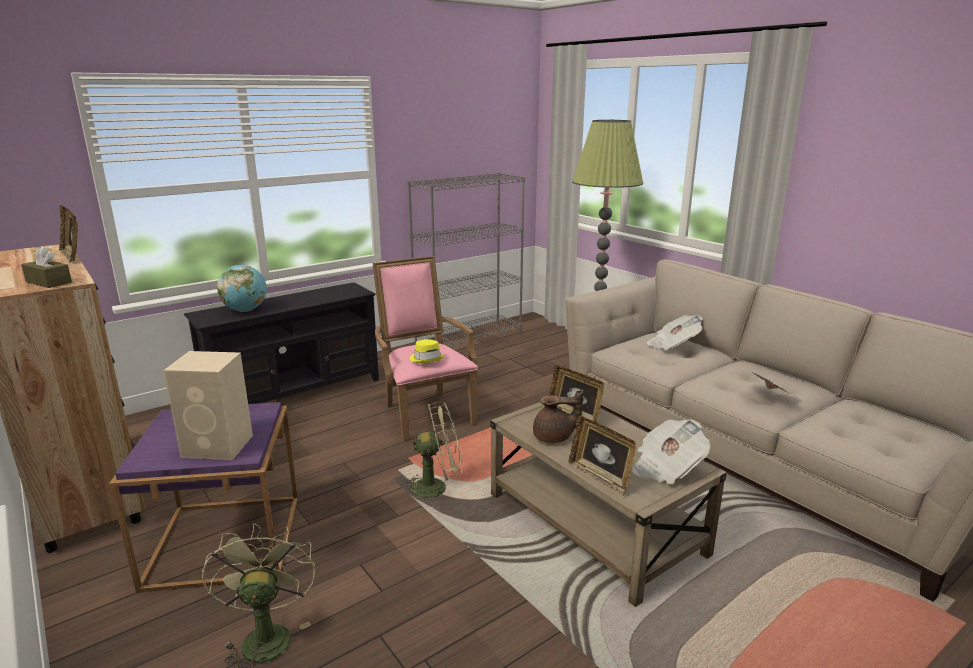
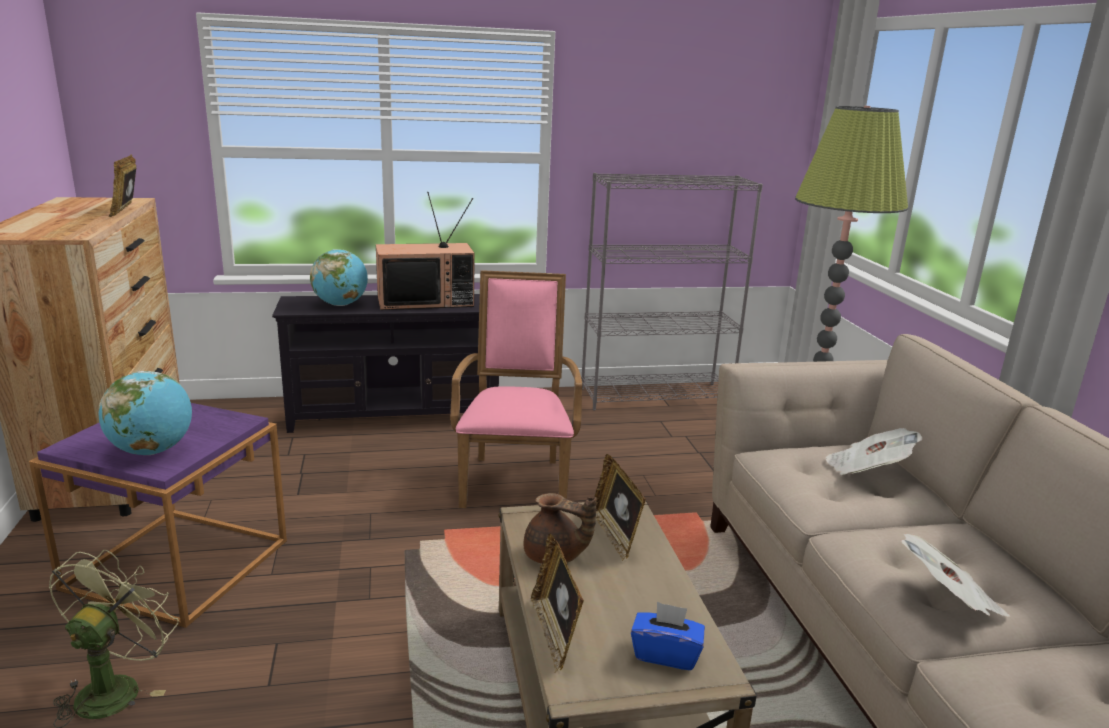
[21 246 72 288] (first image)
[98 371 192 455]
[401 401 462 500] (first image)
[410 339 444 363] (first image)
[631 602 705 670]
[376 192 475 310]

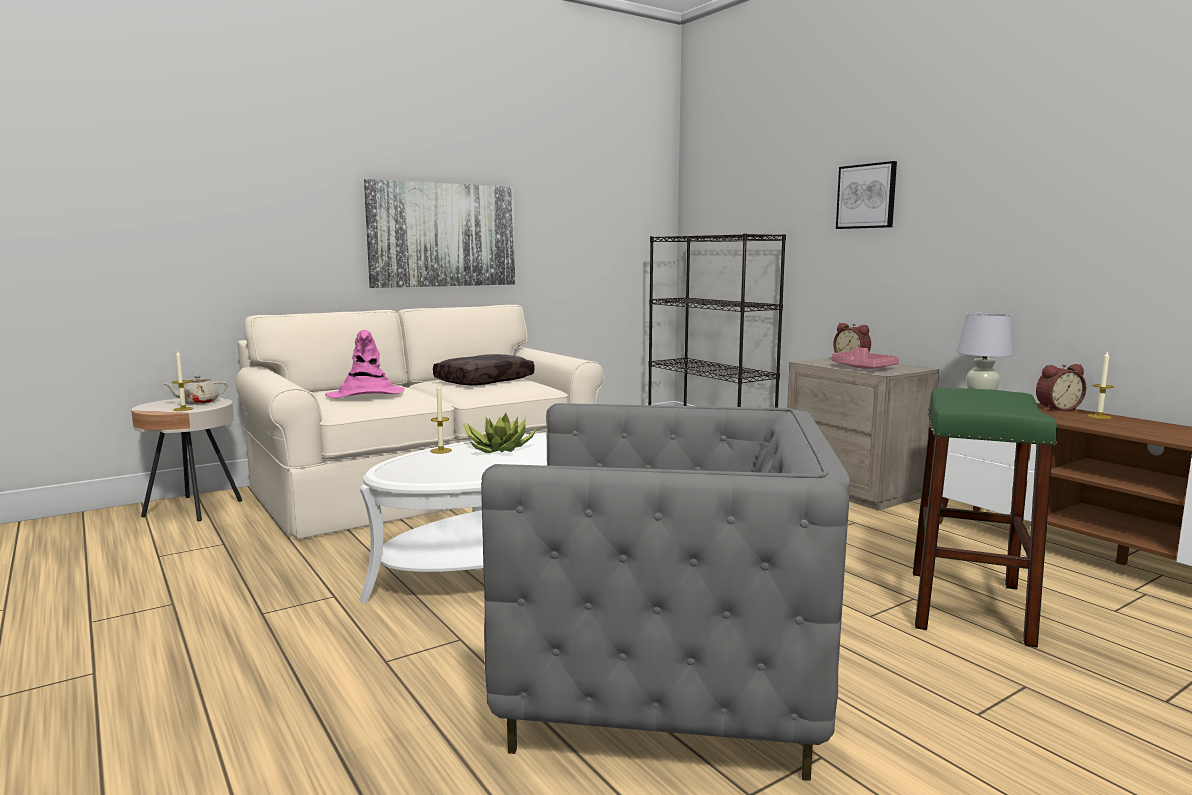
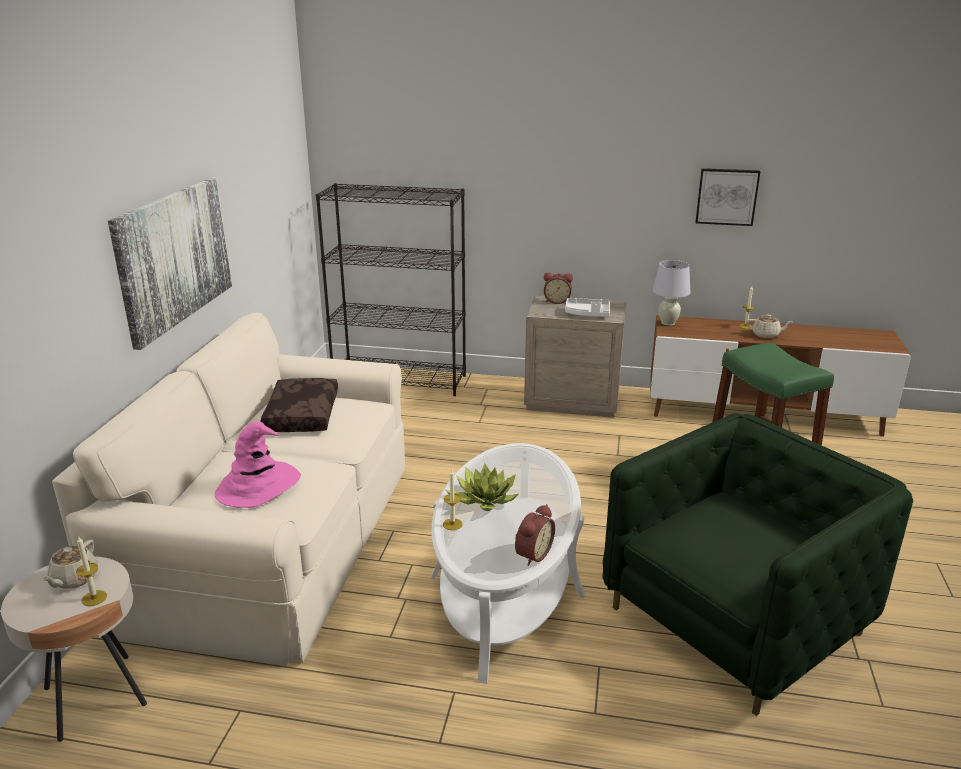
[602 413 913 716]
[565 298 610 317]
[695 168 760 226]
[515 504 555 566]
[746 314 793 338]

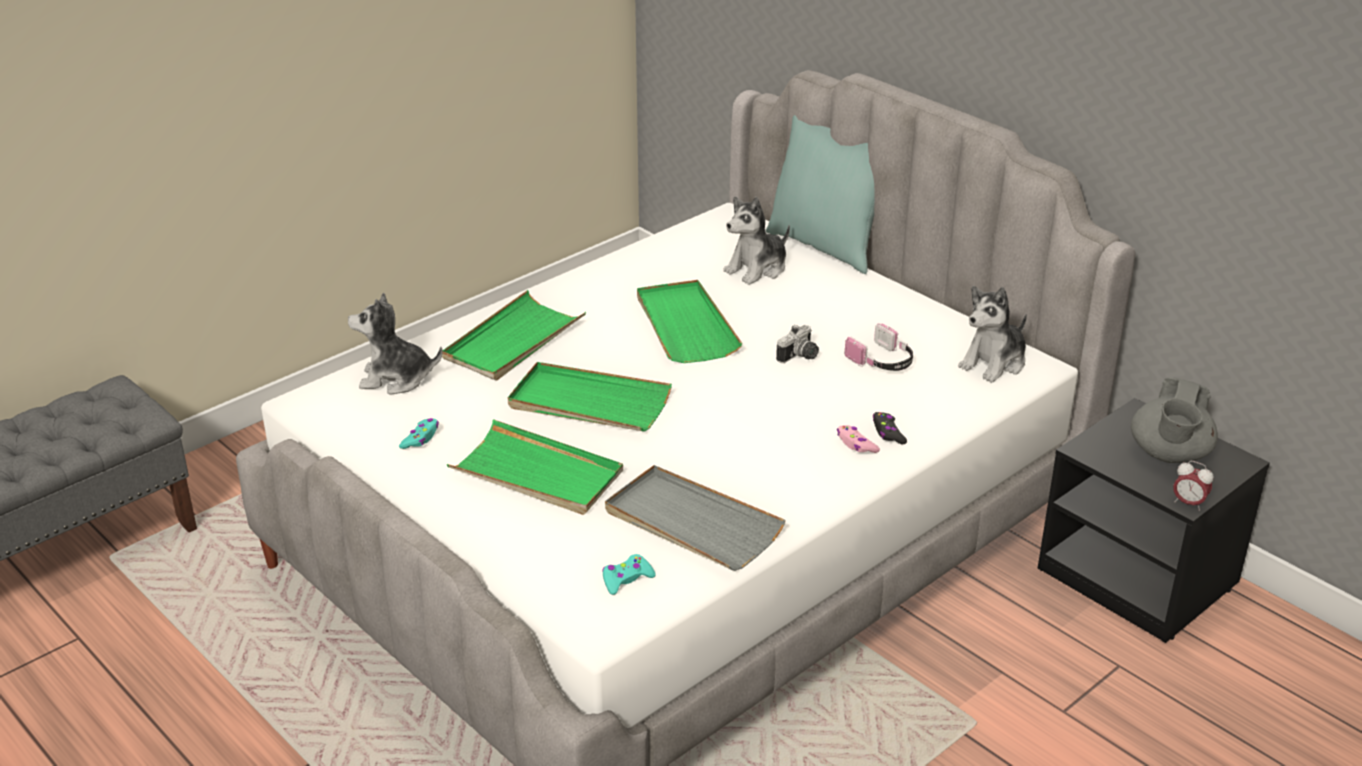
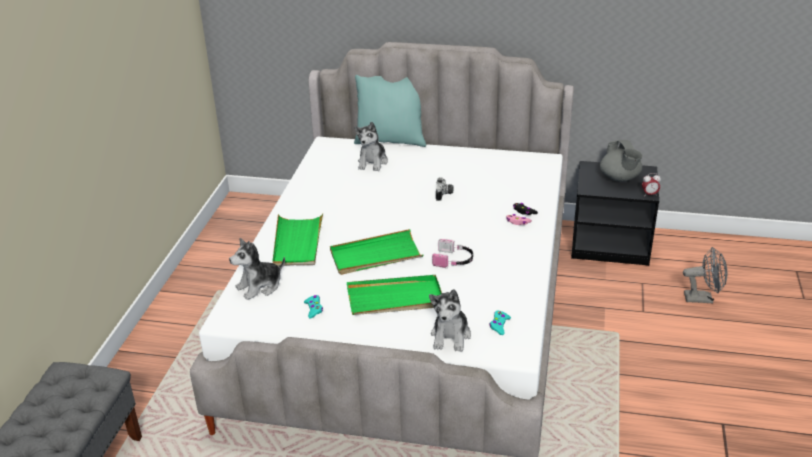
[605 465 786 571] (first image)
[637 280 743 363] (first image)
[432 239 473 268]
[429 289 471 352]
[683 247 728 303]

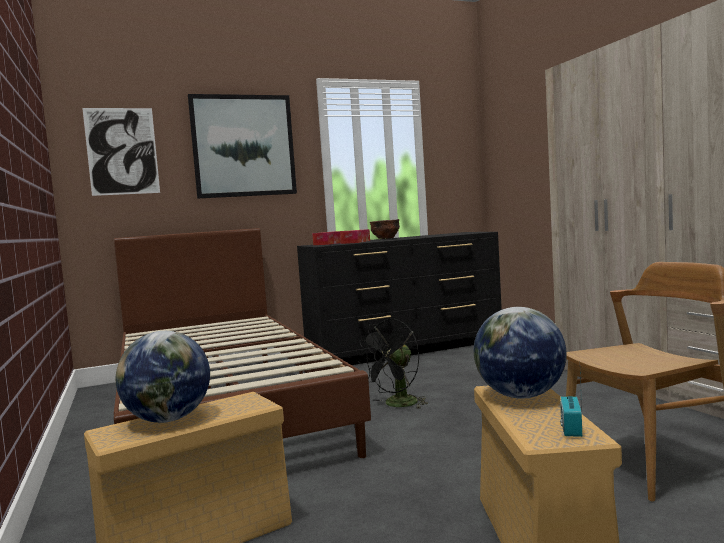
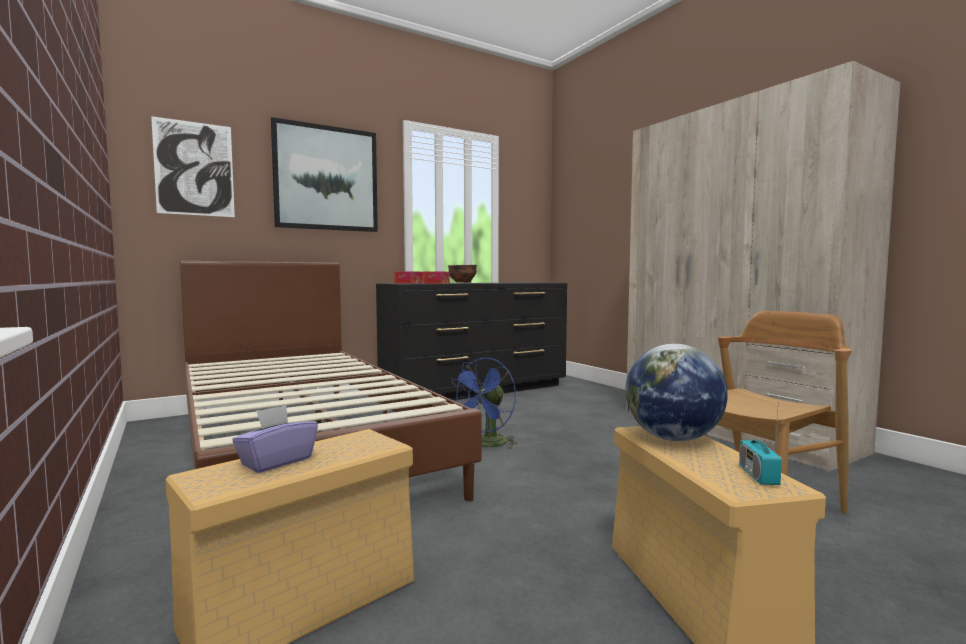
[232 405 318 473]
[452 358 518 449]

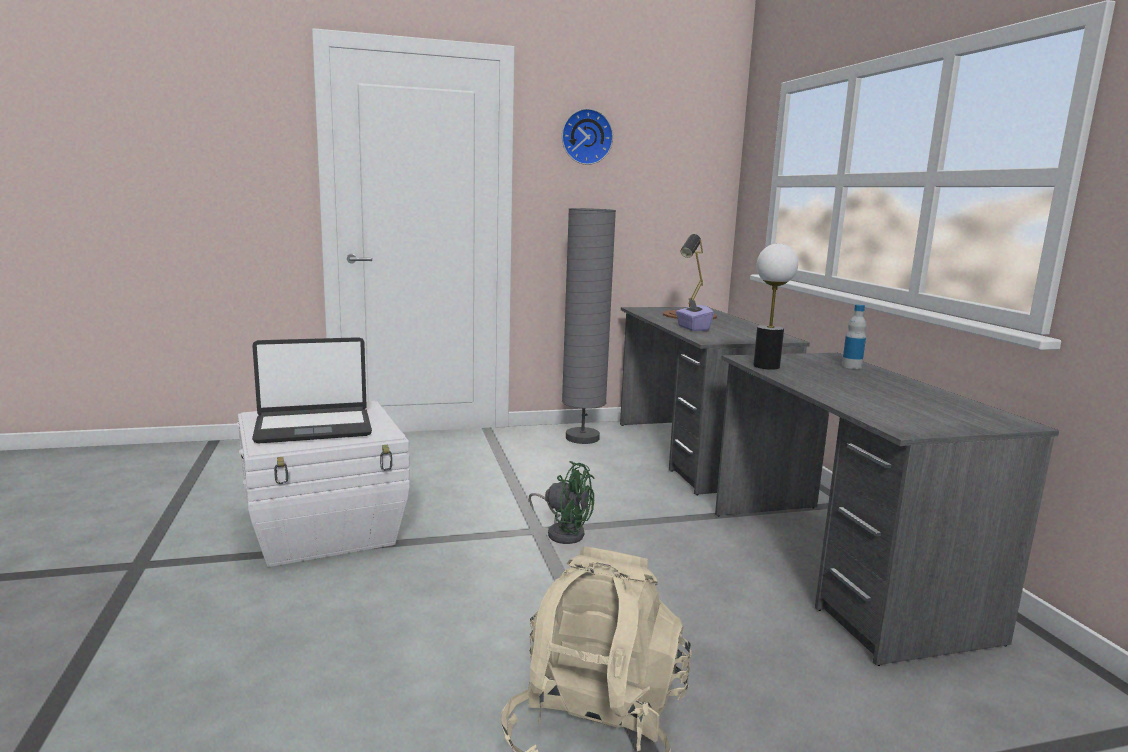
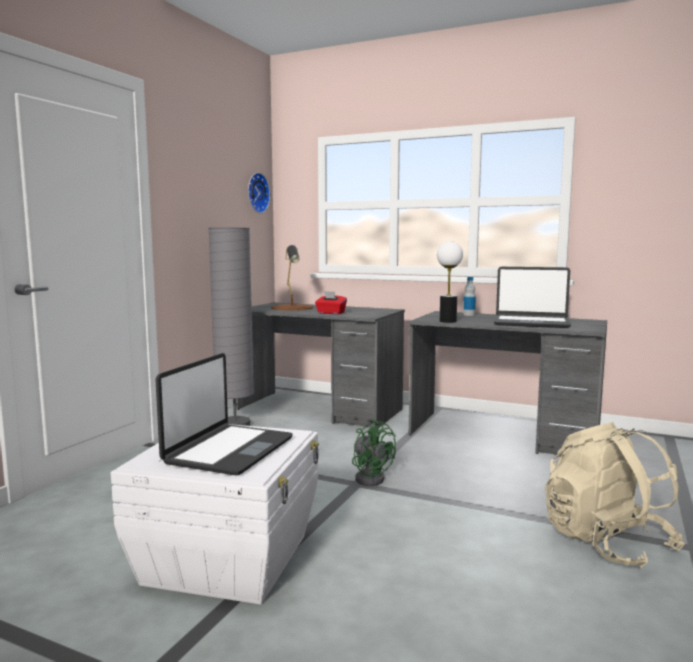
[352 419 396 486]
[248 173 270 213]
[315 291 347 314]
[494 267 571 328]

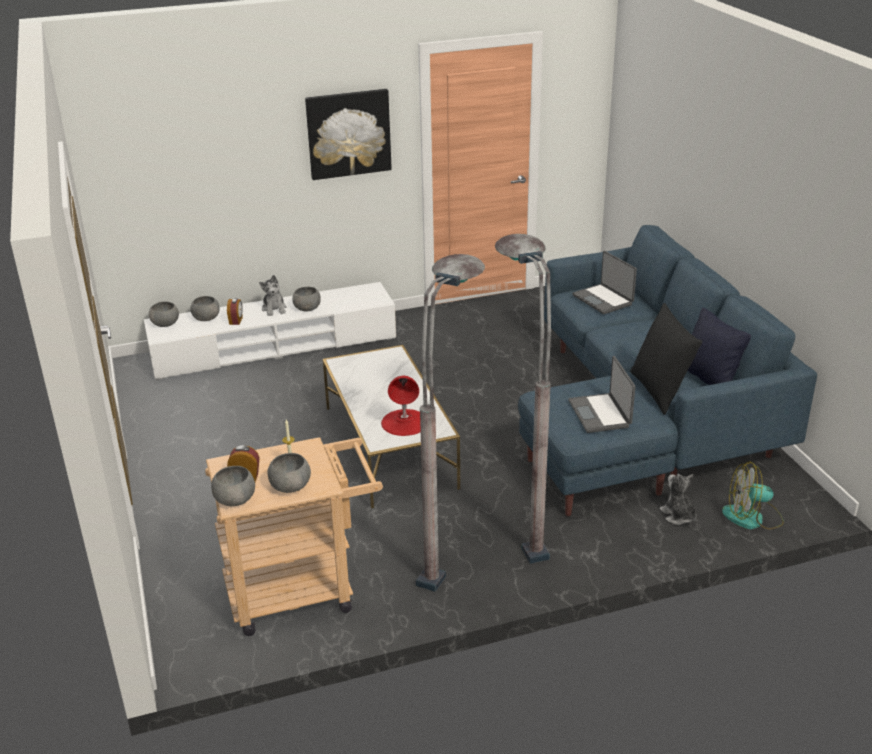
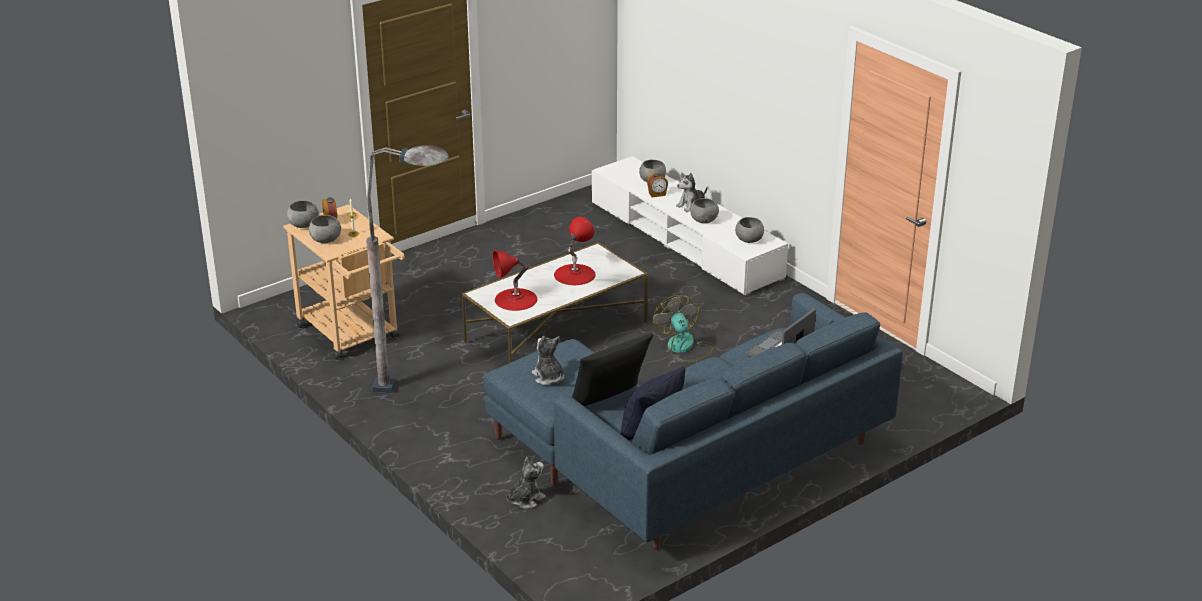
[735 217 764 243]
[305 89 392 180] (first image)
[495 234 551 564] (first image)
[532 336 564 386]
[653 295 713 362]
[554 217 596 285]

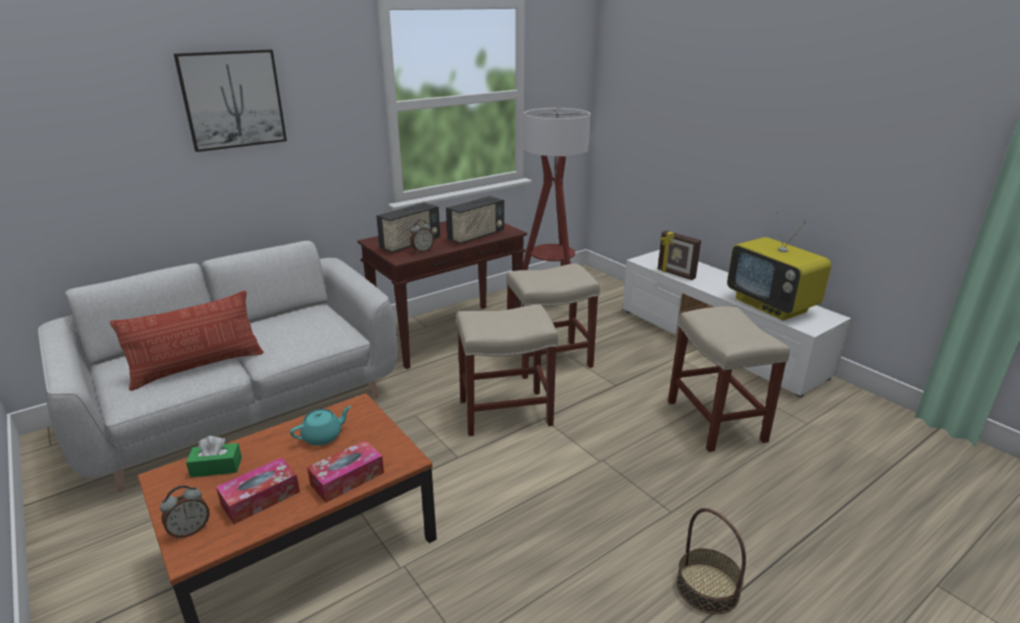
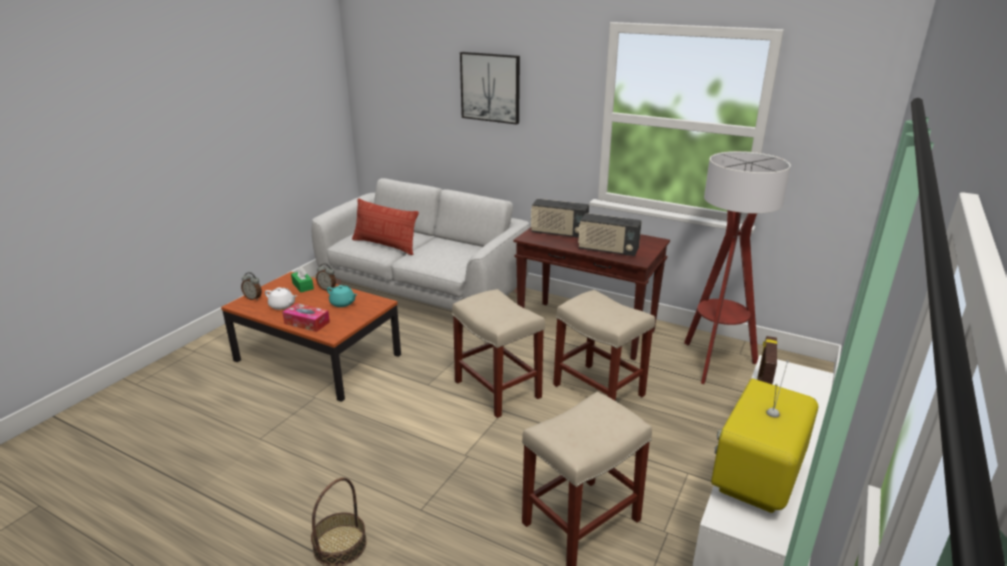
[265 287 297 310]
[316 263 336 291]

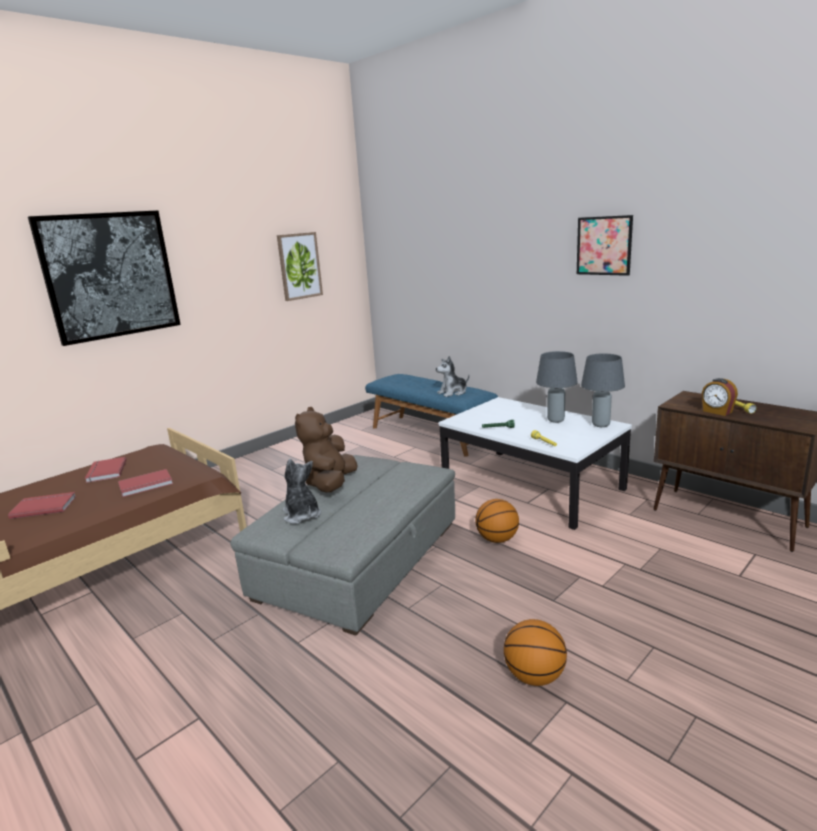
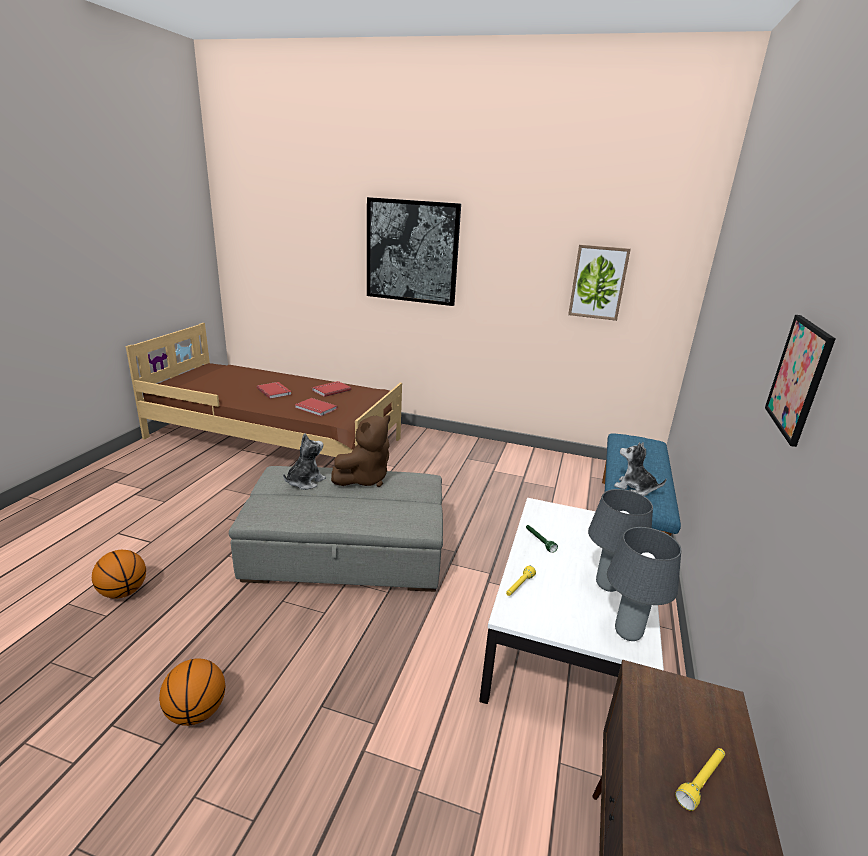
[331 415 390 487]
[92 550 146 599]
[702 378 738 416] (first image)

